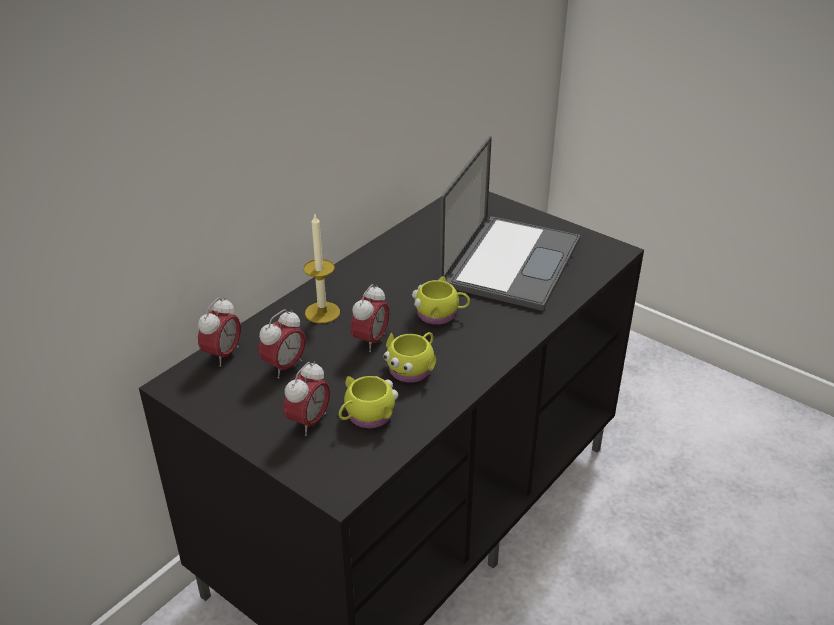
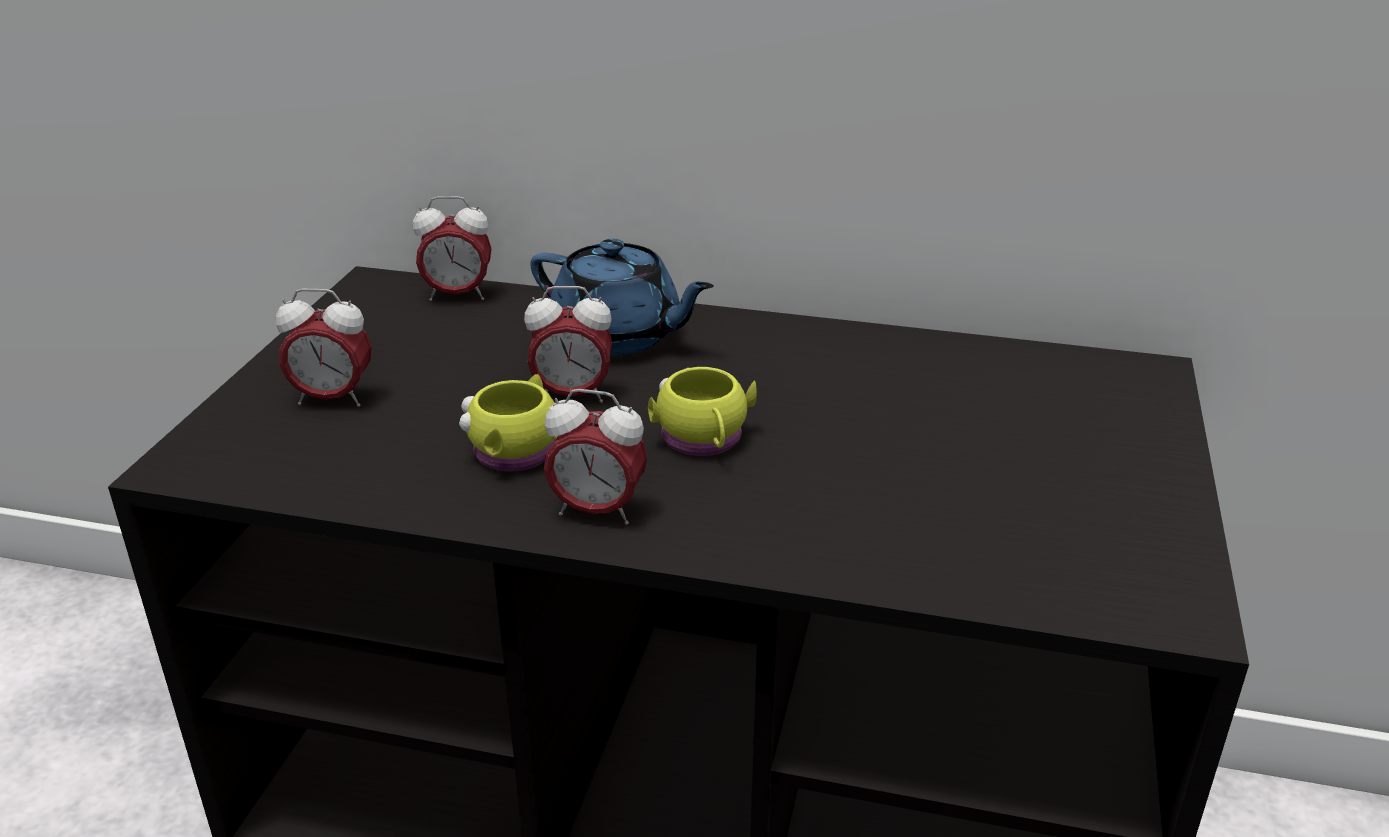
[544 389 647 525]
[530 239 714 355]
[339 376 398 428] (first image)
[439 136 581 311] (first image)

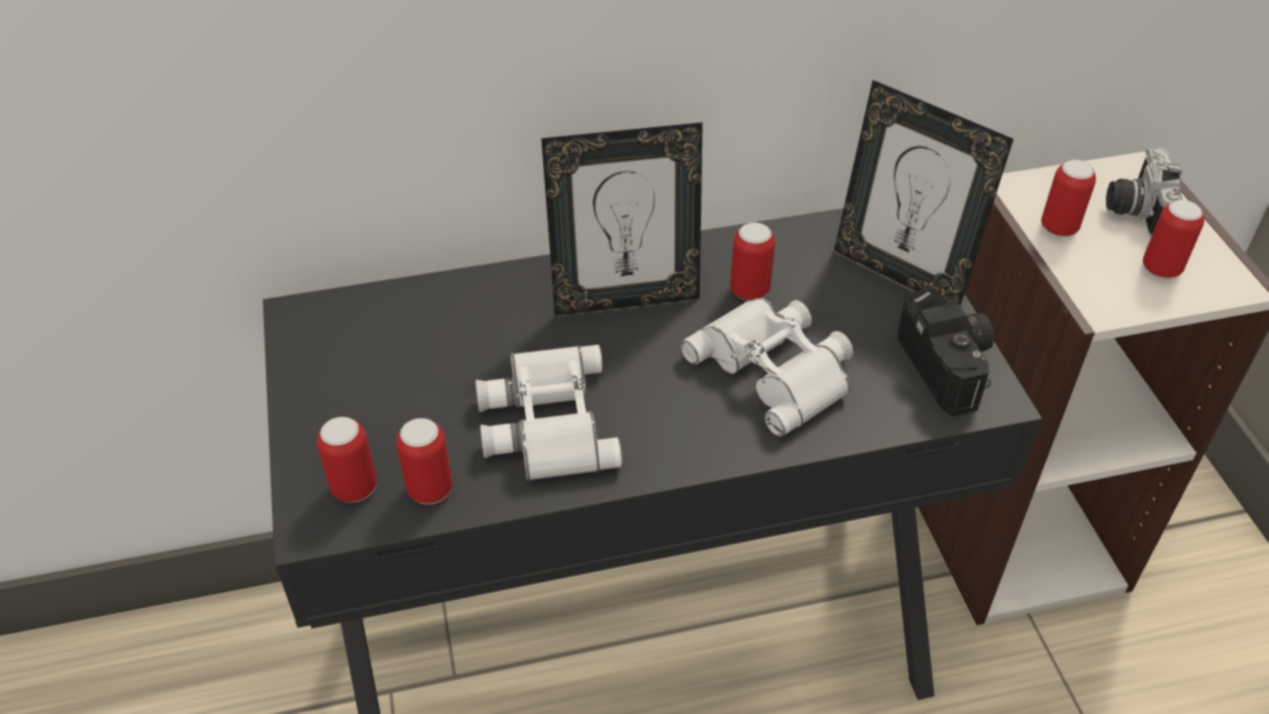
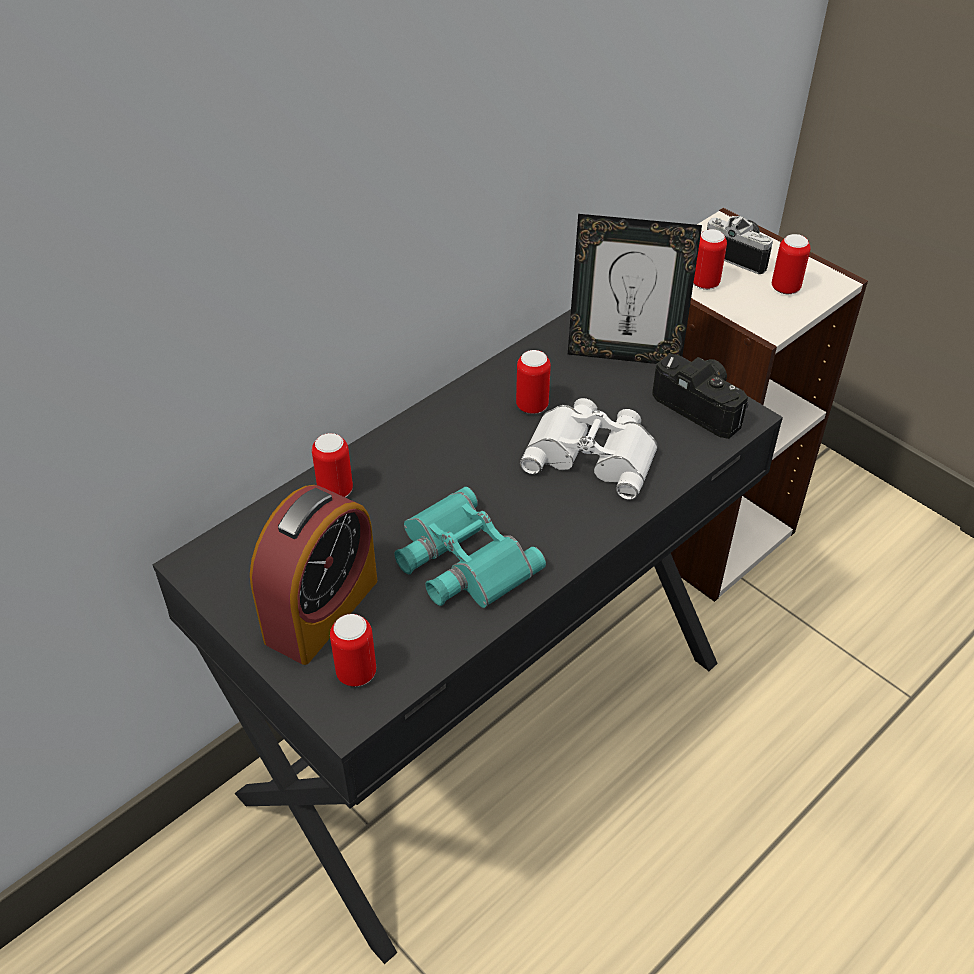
[312 433 353 497]
[395 487 546 608]
[541 122 703 315] (first image)
[707 216 773 274]
[250 485 377 665]

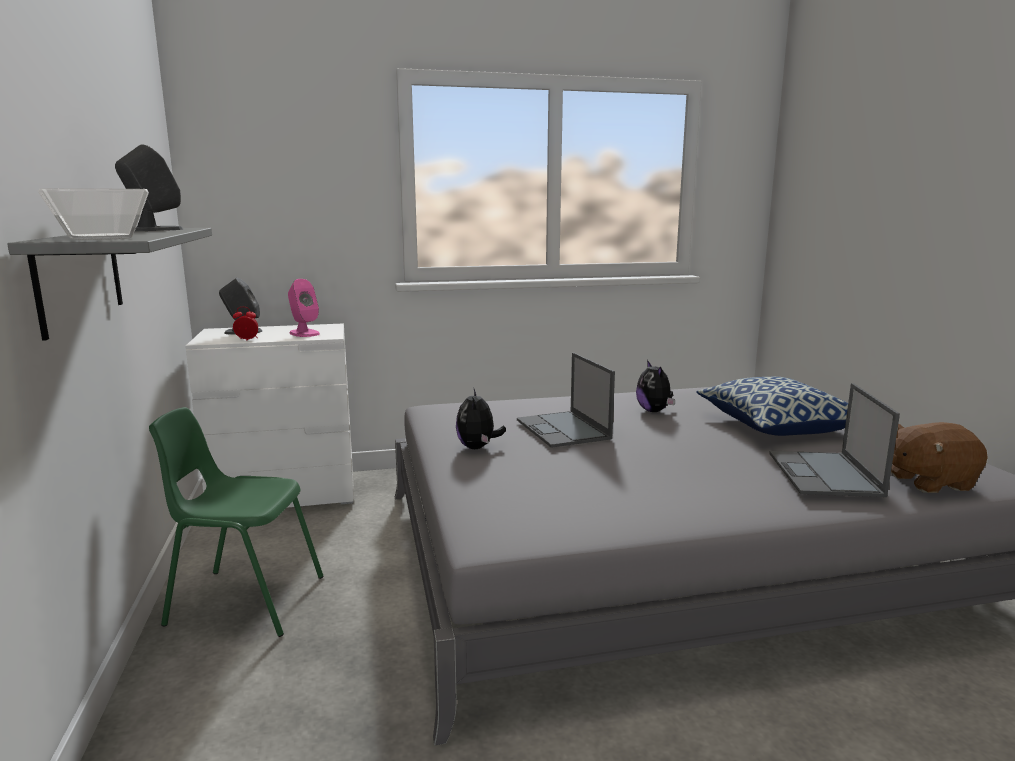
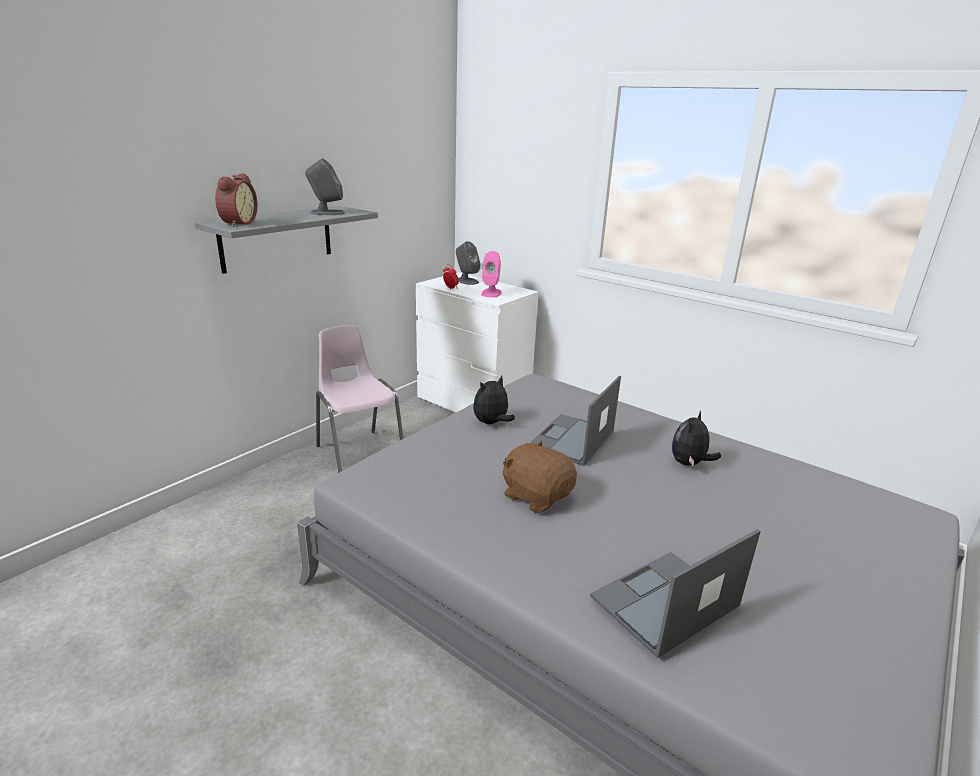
[215 173 257 227]
[316 325 404 473]
[696 377 848 436] (first image)
[502 440 577 513]

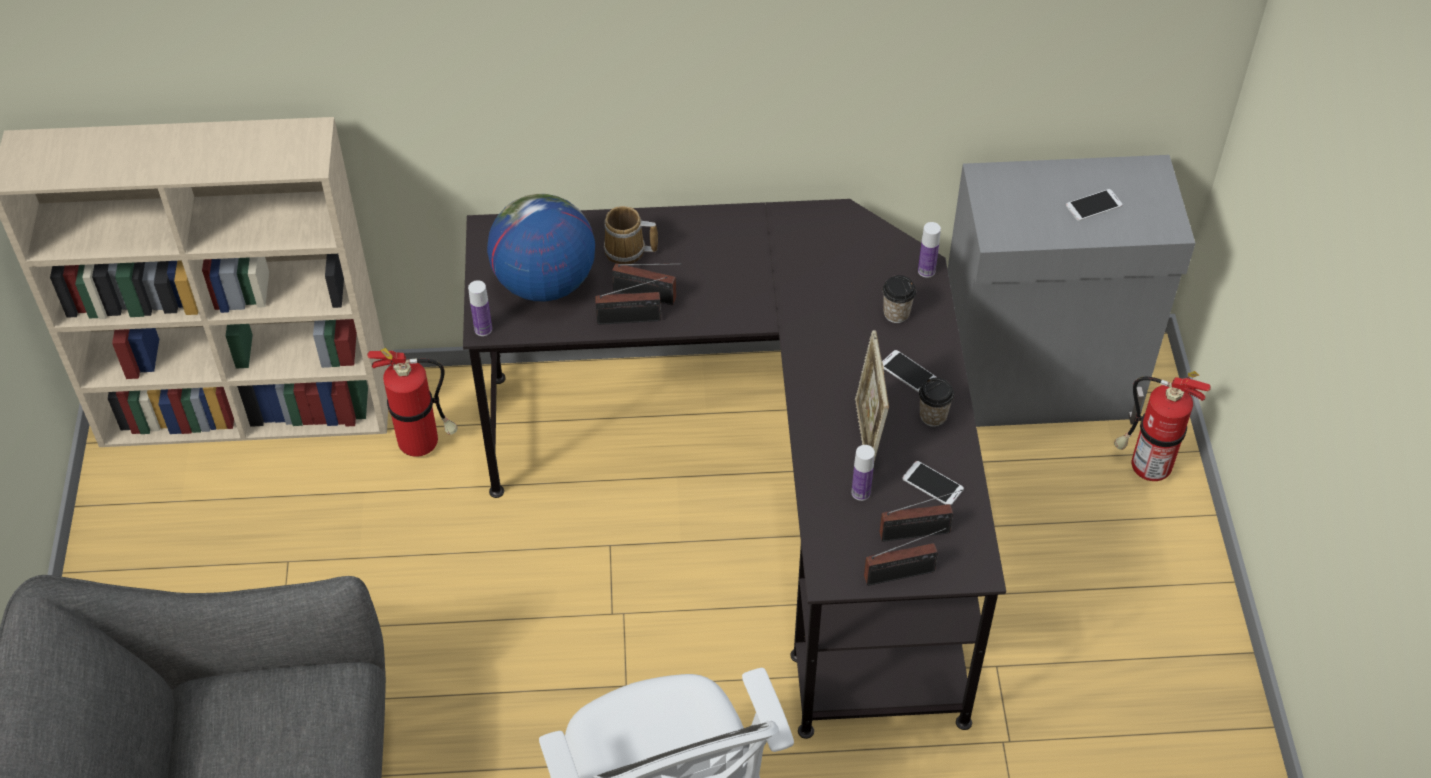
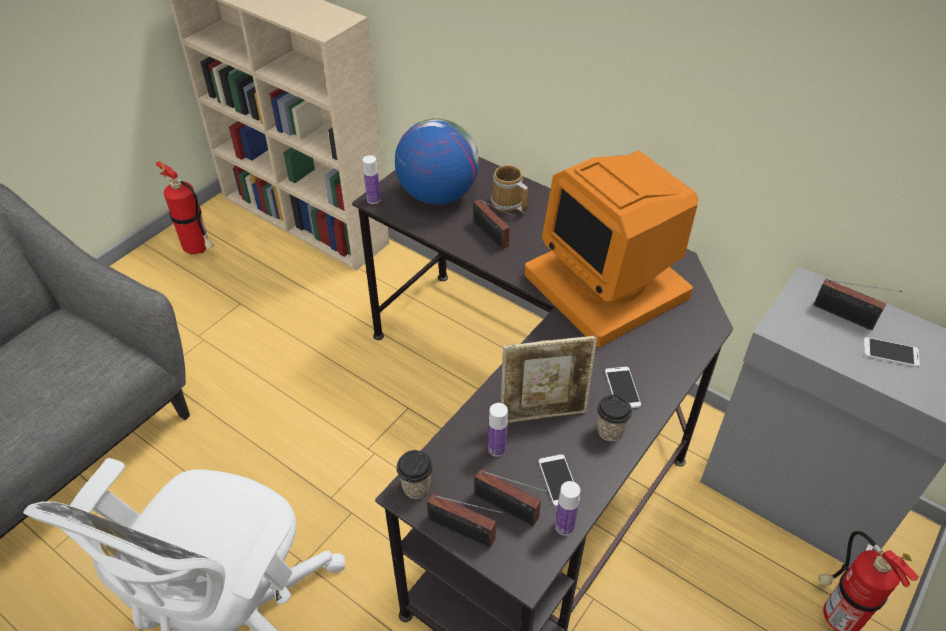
[156 161 214 255]
[814 279 902 330]
[501 336 597 423]
[396 450 433 499]
[555 481 580 535]
[524 150 698 347]

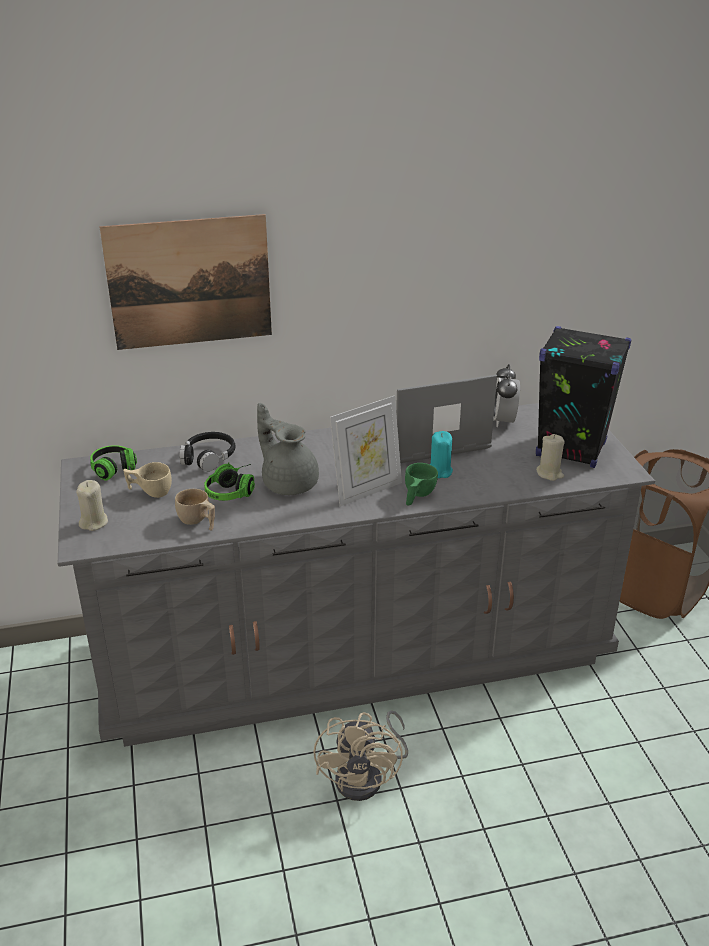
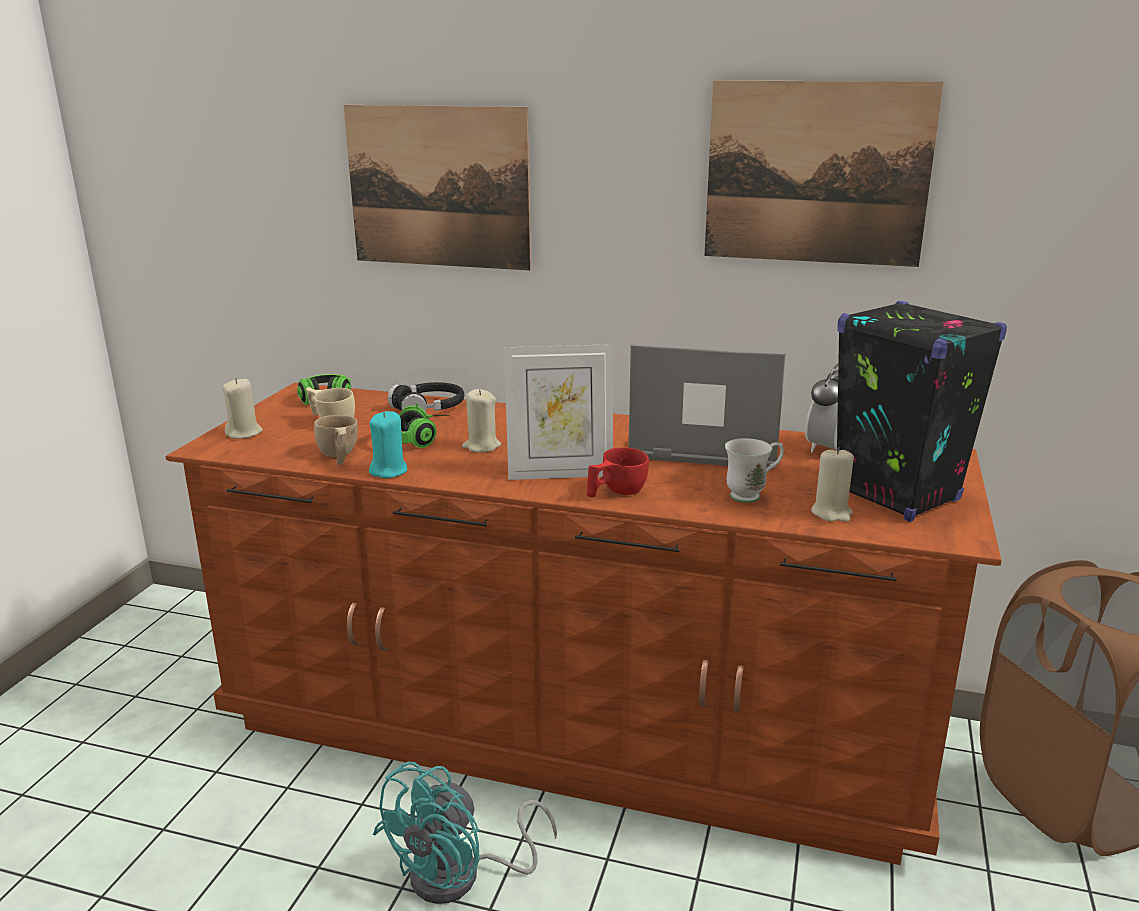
[165 383 1002 865]
[462 389 501 453]
[373 762 557 904]
[586 447 649 498]
[369 411 407 478]
[704 81 944 267]
[725 438 784 503]

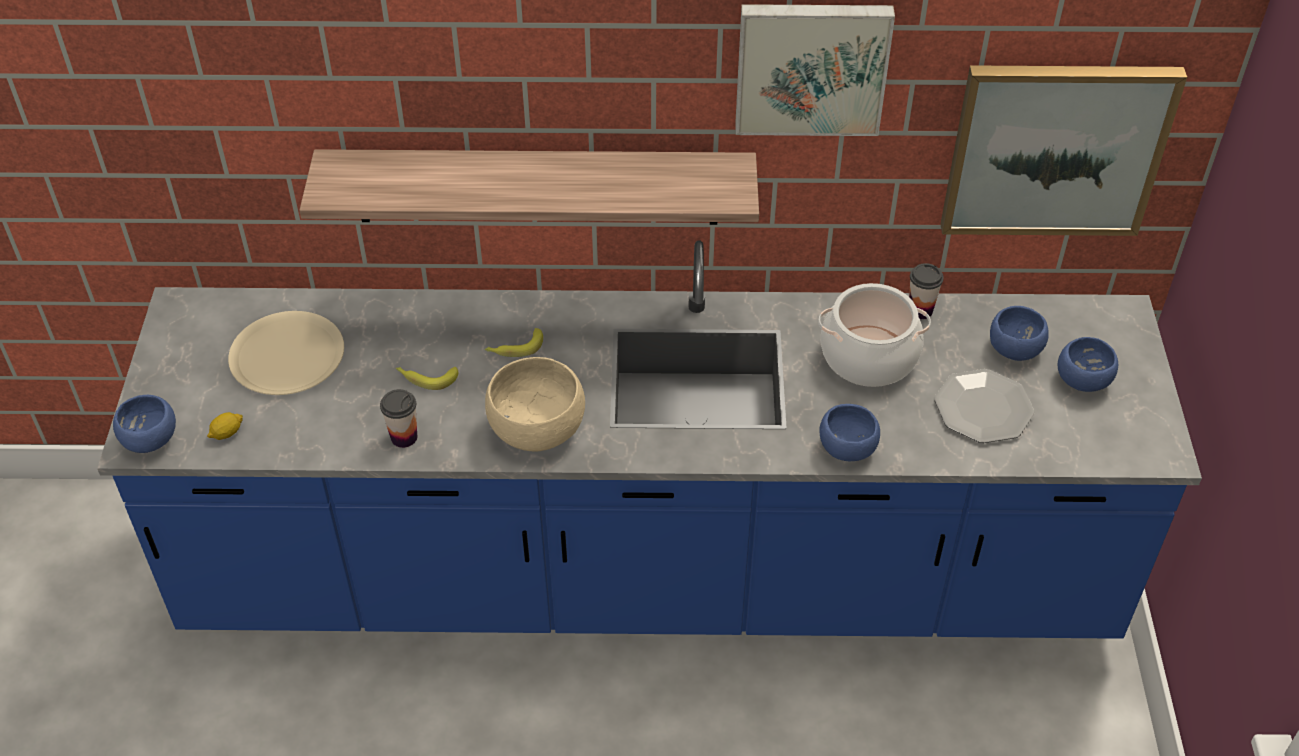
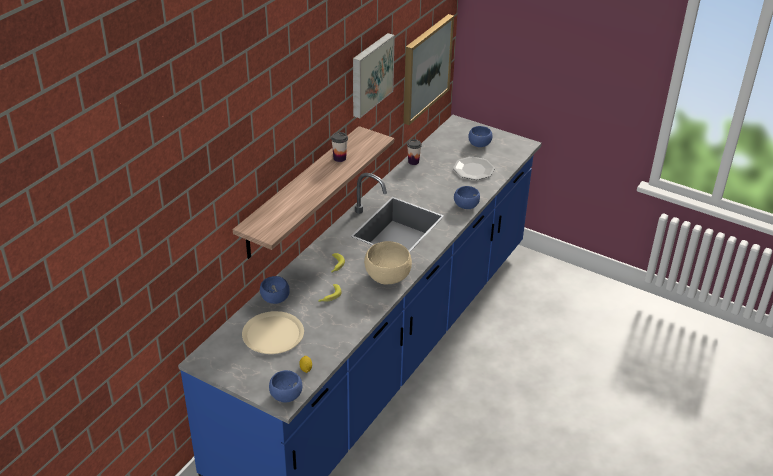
[331 132 348 162]
[819 283 931 387] (first image)
[260 276 290 304]

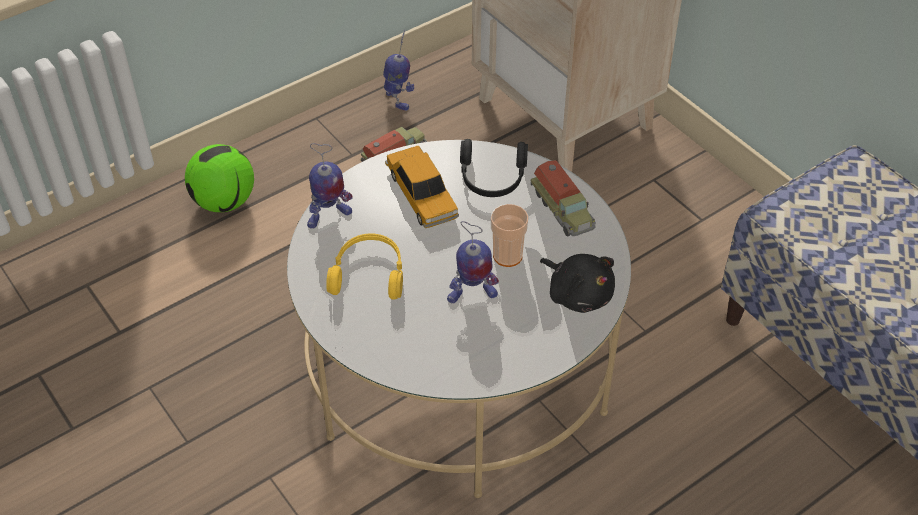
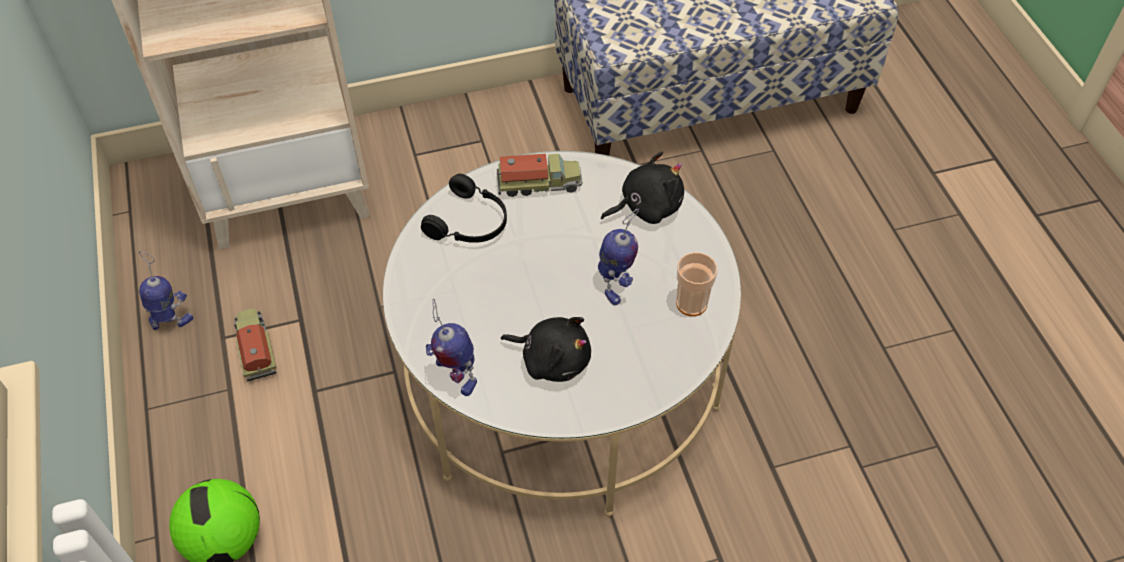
[426 298 477 396]
[501 317 591 382]
[385 146 459 228] (first image)
[676 252 717 316]

